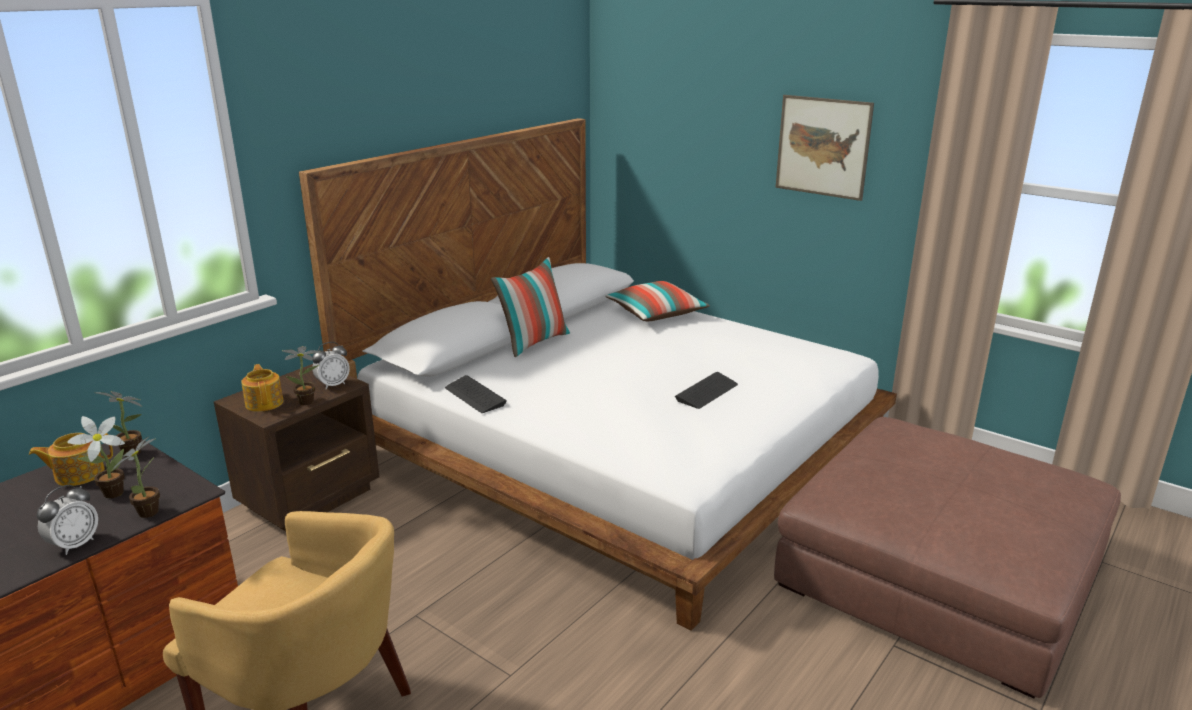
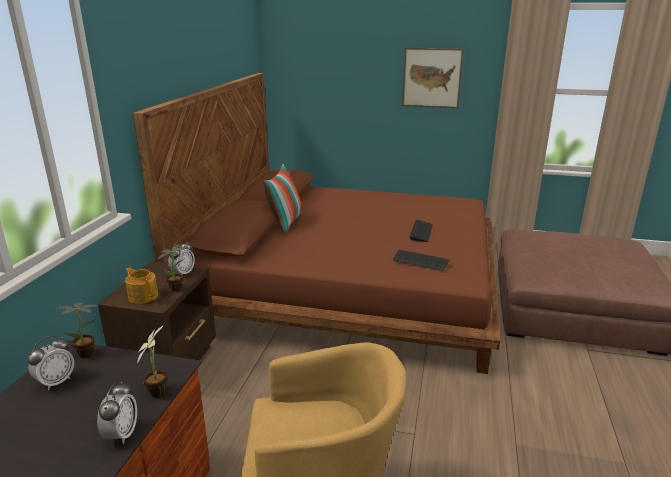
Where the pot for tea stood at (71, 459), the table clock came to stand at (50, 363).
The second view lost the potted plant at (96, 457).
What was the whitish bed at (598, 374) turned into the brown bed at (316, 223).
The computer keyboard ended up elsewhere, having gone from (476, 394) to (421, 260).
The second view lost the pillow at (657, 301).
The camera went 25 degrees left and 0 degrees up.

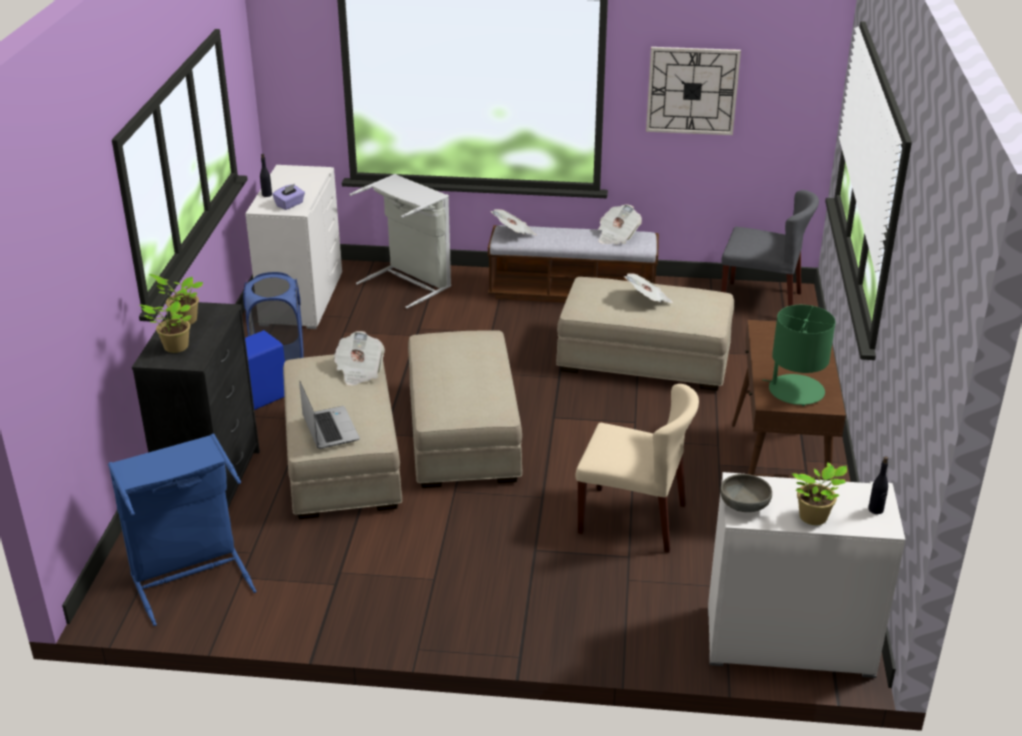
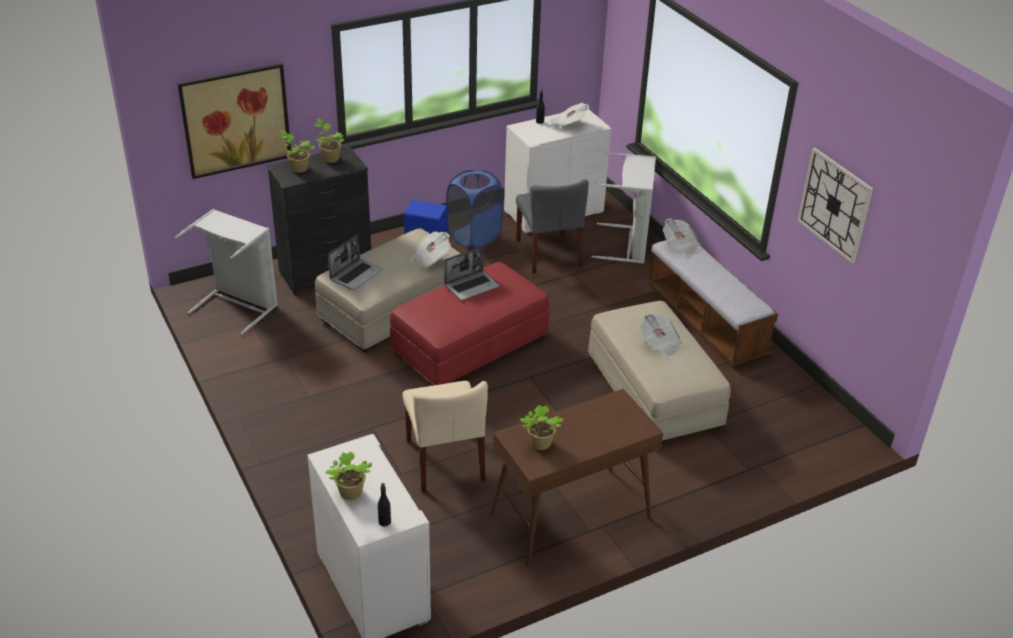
What was the blue-coloured hamper at (182, 530) turned into the gray hamper at (226, 271).
The second view lost the purple-coloured tissue box at (288, 197).
What was the beige pouffe at (465, 409) turned into the red pouffe at (469, 324).
The daily paper ended up elsewhere, having gone from (620, 224) to (569, 116).
The second view lost the gray serving bowl at (746, 493).
The gray upright chair ended up elsewhere, having gone from (770, 248) to (552, 226).
Where the green table lamp stood at (798, 355), the potted plant came to stand at (542, 427).
The second view gained the wall art at (234, 121).
The second view gained the portable computer at (472, 273).
The camera went 55 degrees right and 5 degrees up.

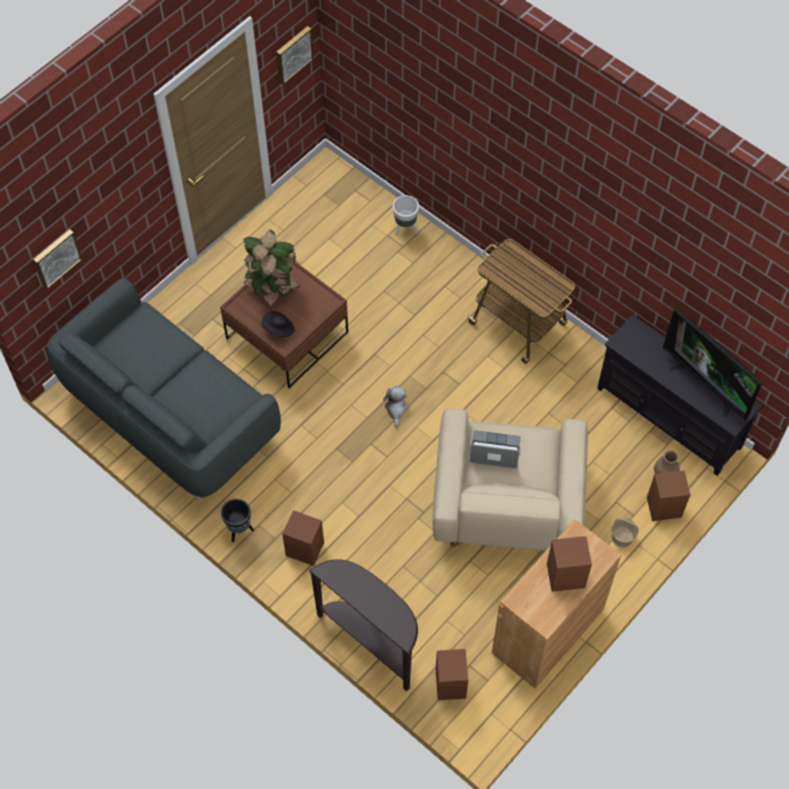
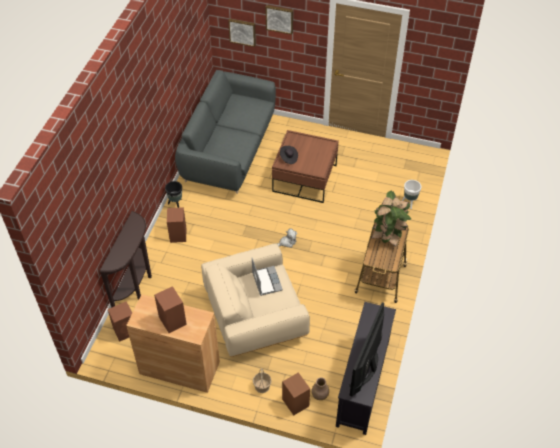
The potted plant ended up elsewhere, having gone from (271, 268) to (391, 219).
The wall art ended up elsewhere, having gone from (295, 55) to (279, 20).
The camera went 65 degrees right and 10 degrees down.

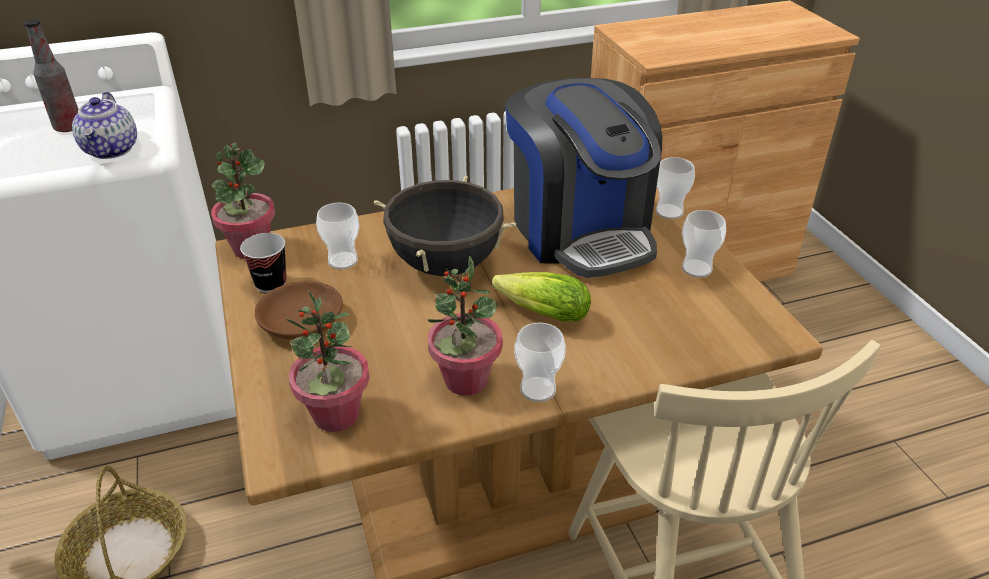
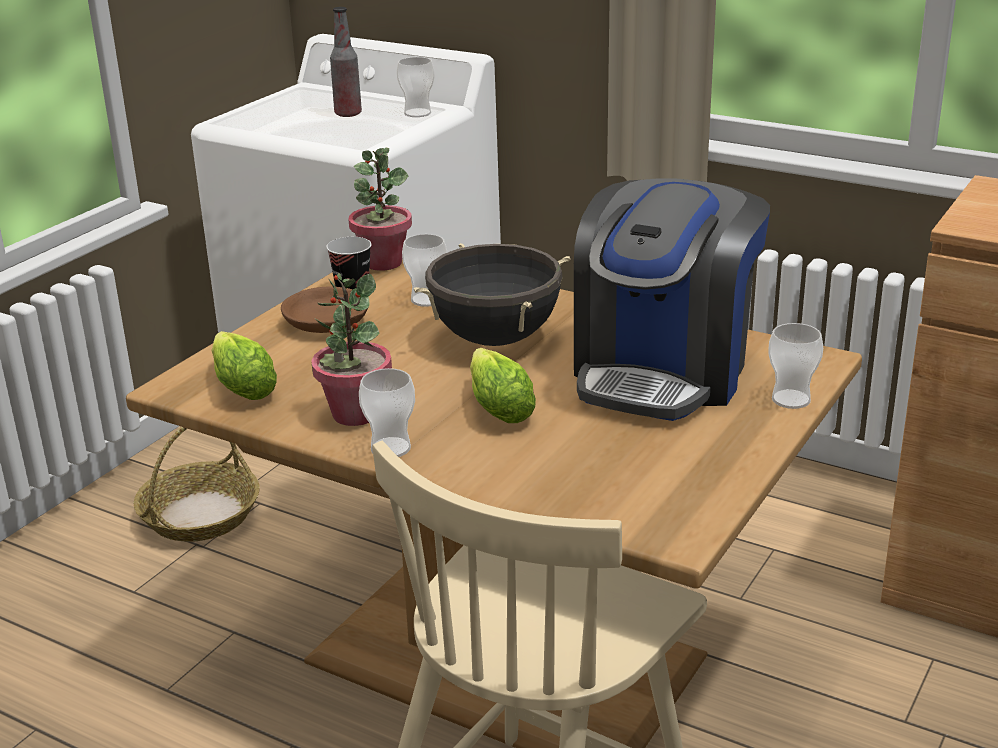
The second view lost the pot for tea at (104, 125).
Where the potted plant stood at (327, 360), the lettuce head came to stand at (244, 365).
The cup ended up elsewhere, having gone from (704, 244) to (416, 87).
The camera went 50 degrees right and 10 degrees down.

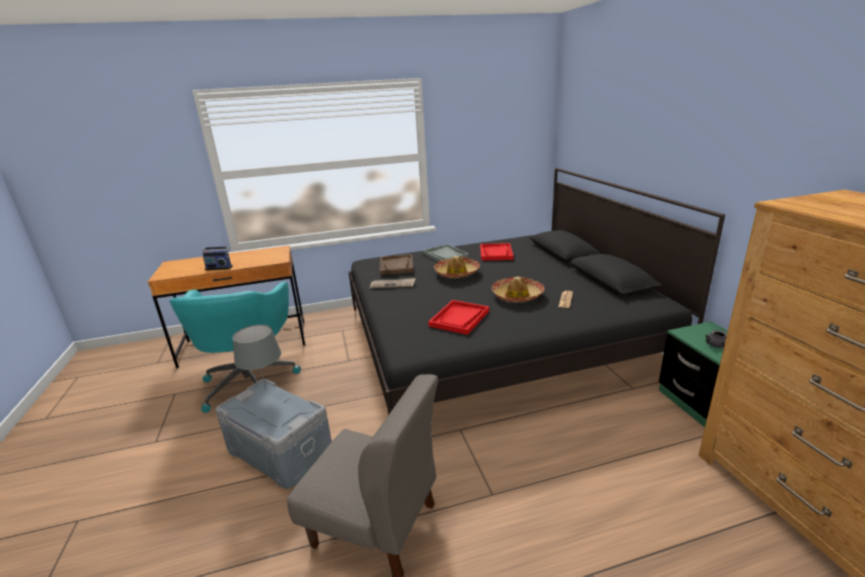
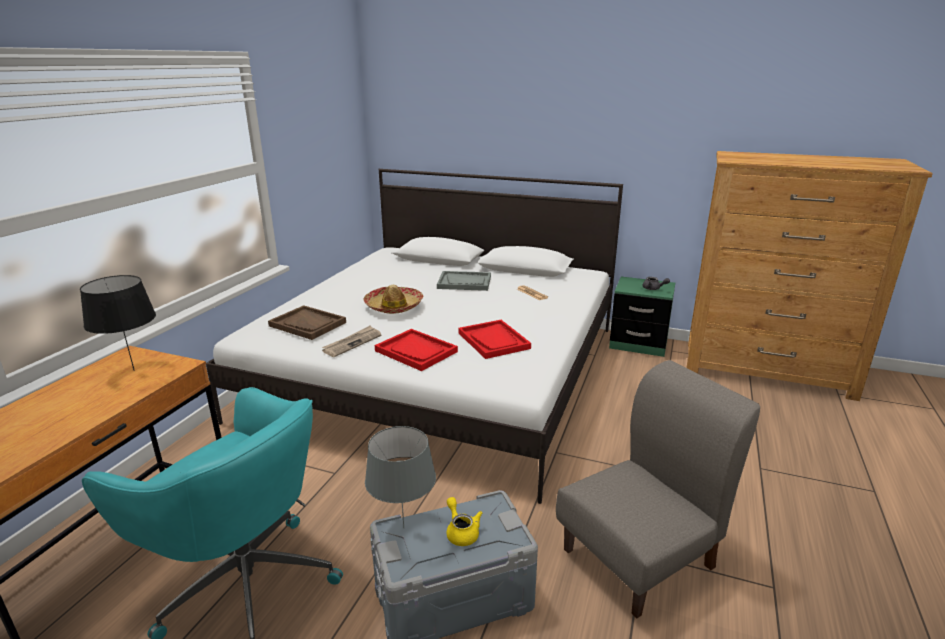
The second view lost the radio at (217, 253).
What was the black-coloured bed at (537, 291) turned into the whitish bed at (414, 336).
The gray carrying tray ended up elsewhere, having gone from (445, 253) to (464, 281).
The red carrying tray ended up elsewhere, having gone from (497, 252) to (416, 350).
The second view lost the hat at (518, 289).
The second view gained the black-coloured table lamp at (118, 323).
The second view gained the yellow-coloured pot for tea at (464, 521).
The camera went 55 degrees left and 0 degrees up.

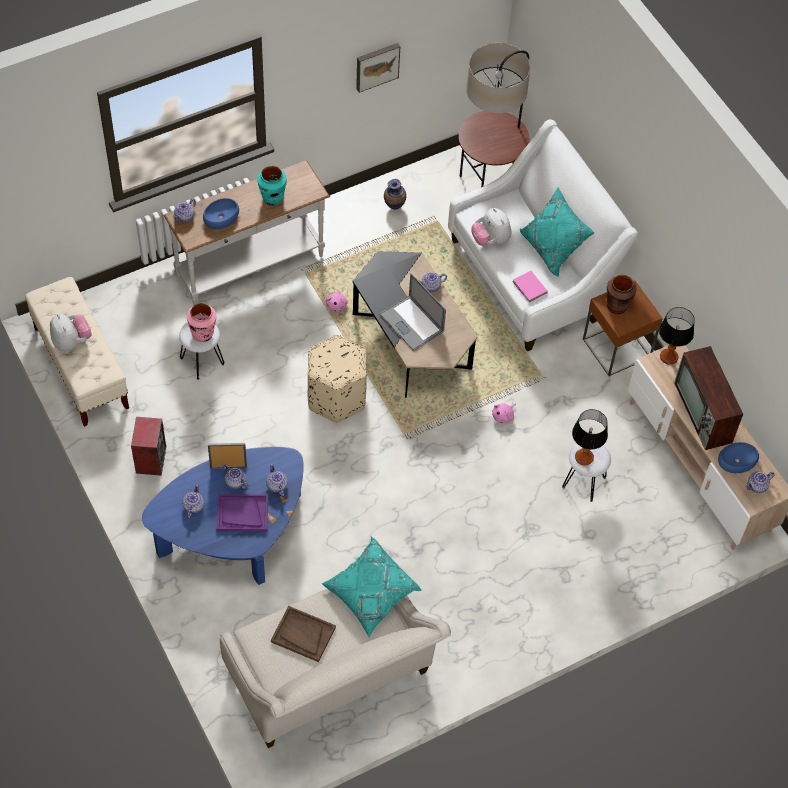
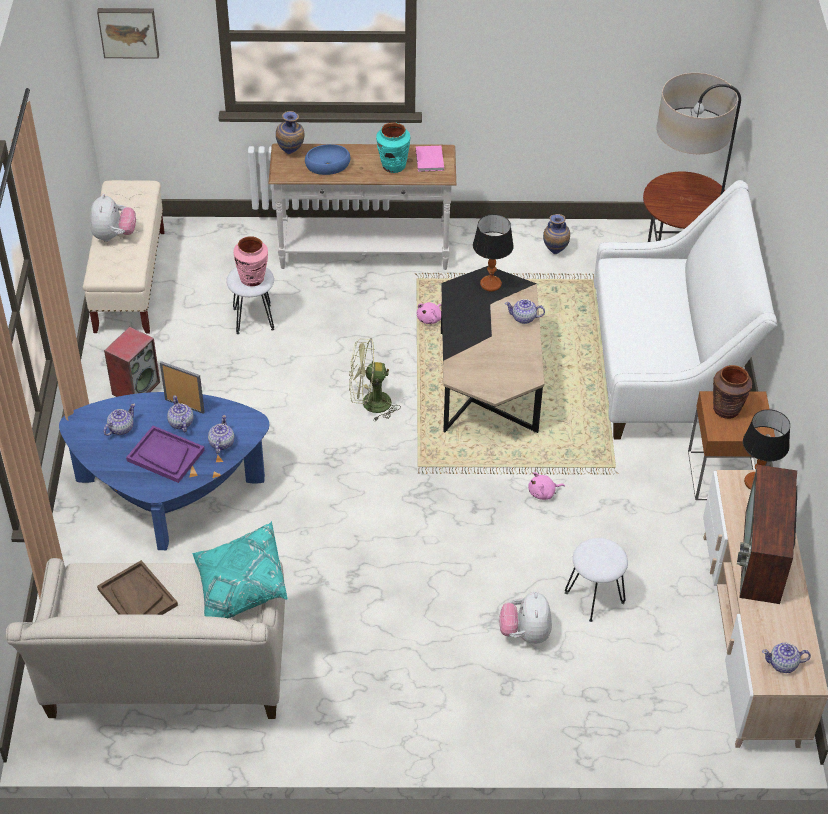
Where the pot for tea stood at (184, 210), the decorative vase came to stand at (290, 132).
Where the beige pouffe stood at (337, 379), the green cooling fan came to stand at (375, 379).
The wall art ended up elsewhere, having gone from (378, 68) to (128, 33).
The second view lost the portable computer at (413, 312).
The soft toy ended up elsewhere, having gone from (491, 227) to (526, 618).
The pink-coloured bound book ended up elsewhere, having gone from (530, 286) to (430, 159).
The second view lost the blue-green pillow at (557, 232).
The table lamp ended up elsewhere, having gone from (590, 437) to (493, 253).
The second view lost the blue-coloured serving bowl at (738, 457).
The camera went 30 degrees right and 10 degrees down.

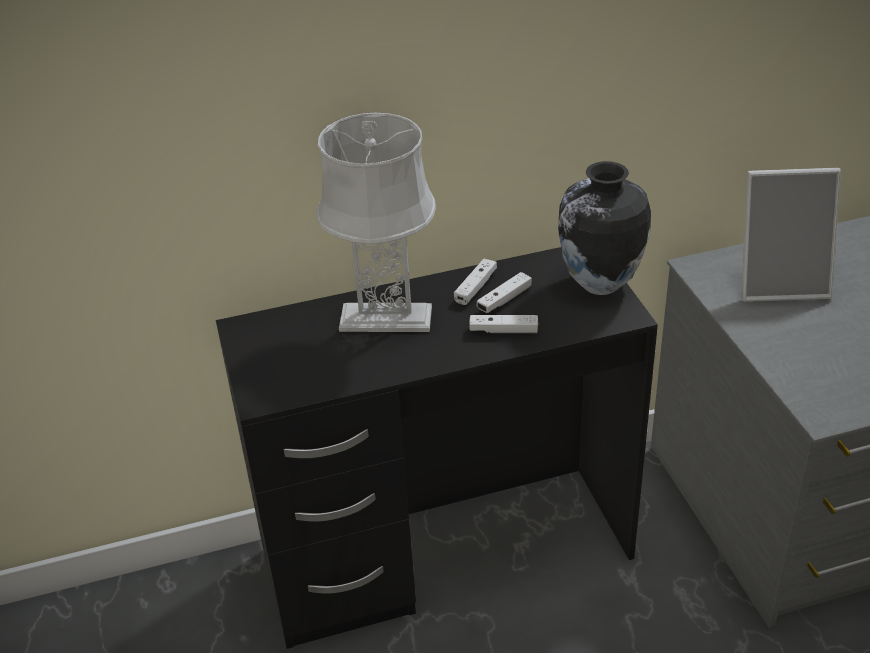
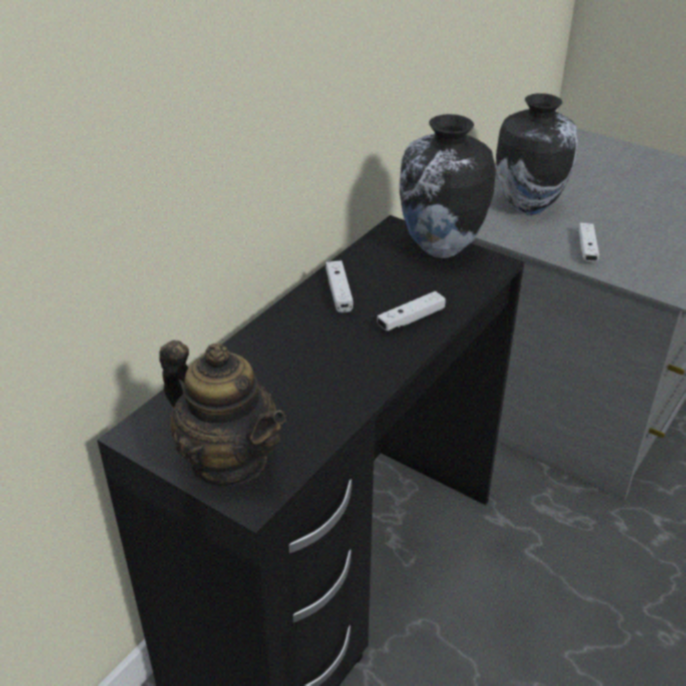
The second view lost the gray table lamp at (376, 222).
The whitish joypad ended up elsewhere, having gone from (504, 292) to (589, 242).
Where the picture frame stood at (791, 235), the decorative vase came to stand at (537, 154).
The second view gained the pot for tea at (222, 413).
The camera went 40 degrees left and 0 degrees up.

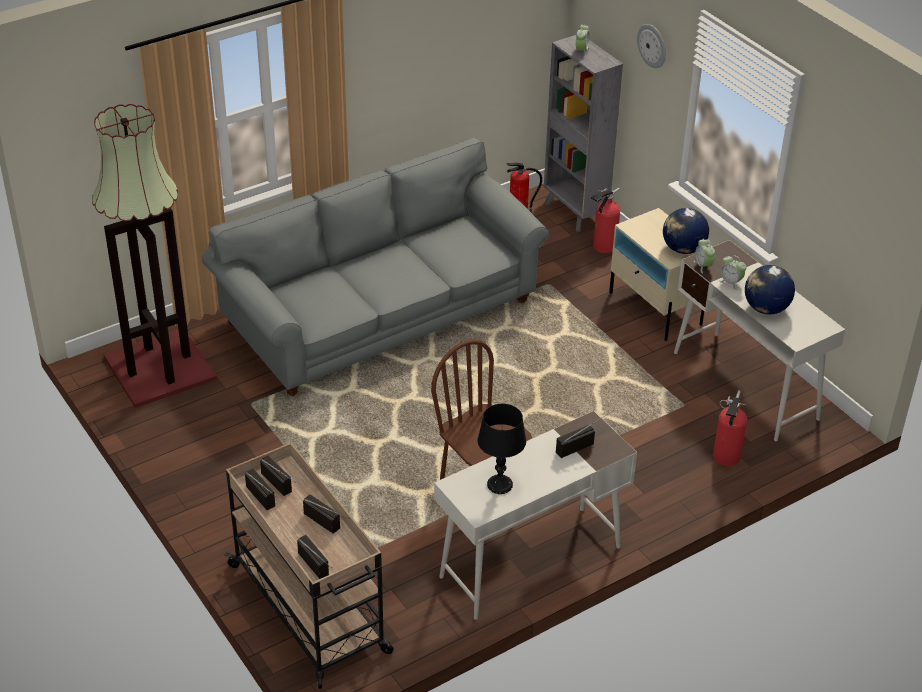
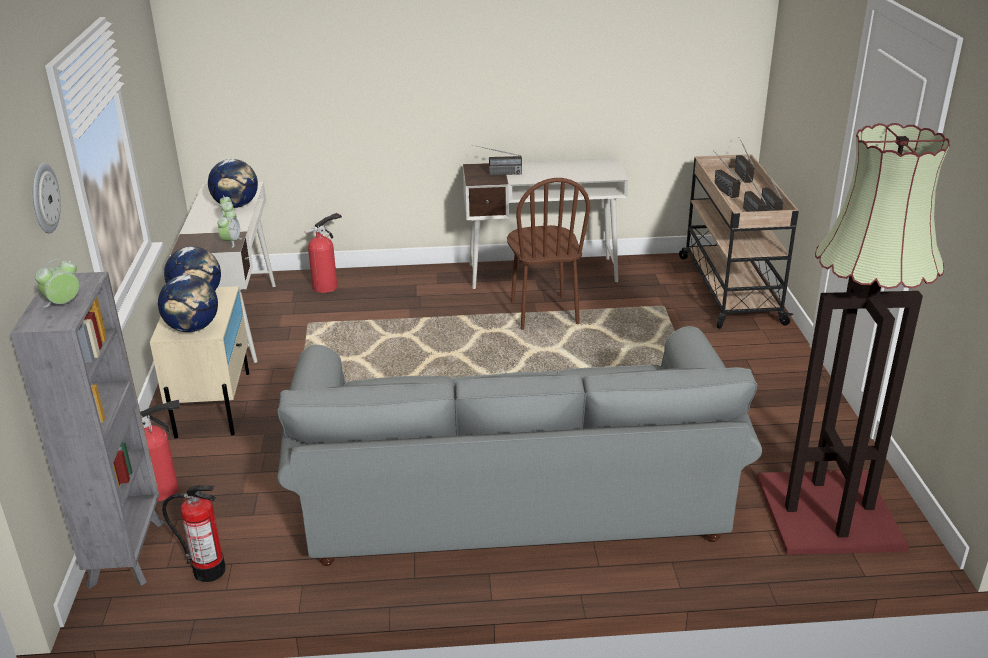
The second view lost the black-coloured table lamp at (501, 449).
The second view gained the globe at (188, 303).
The camera went 150 degrees left and 10 degrees down.

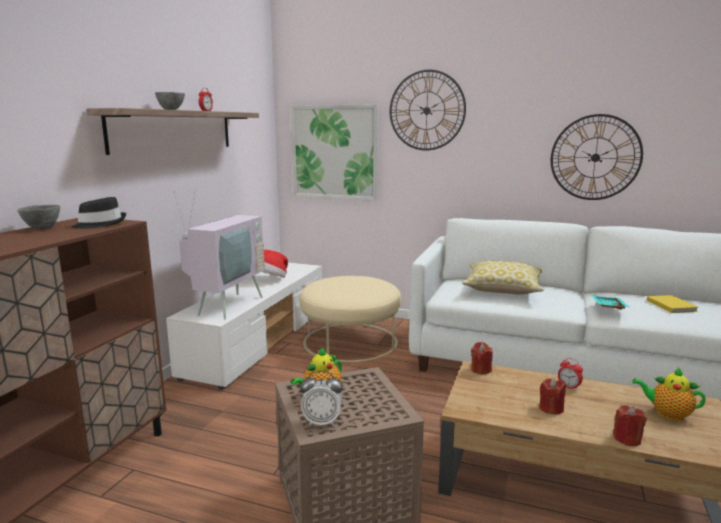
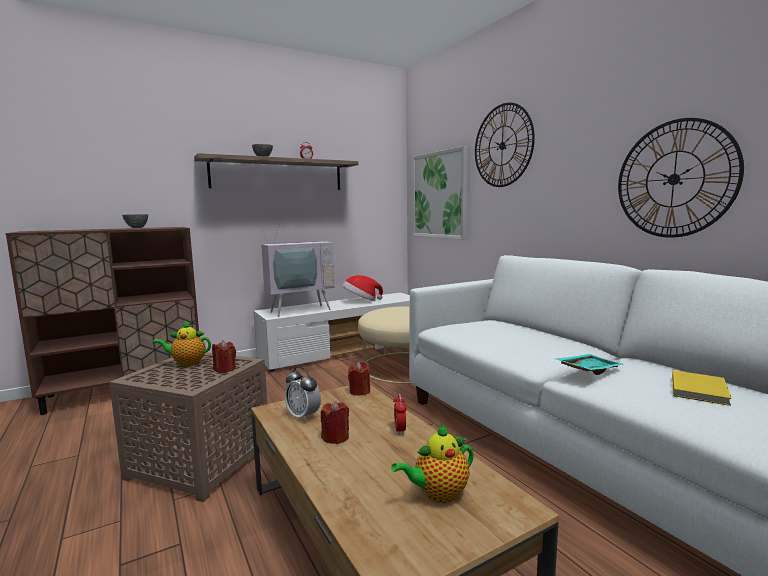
The second view lost the black-coloured hat at (98, 213).
The table clock ended up elsewhere, having gone from (321, 398) to (302, 394).
The second view lost the pillow at (503, 277).
The red candle ended up elsewhere, having gone from (630, 425) to (224, 356).
The pot for tea at (669, 394) ended up facing another way, 90 degrees counterclockwise from before.
The camera went 40 degrees right and 5 degrees down.

